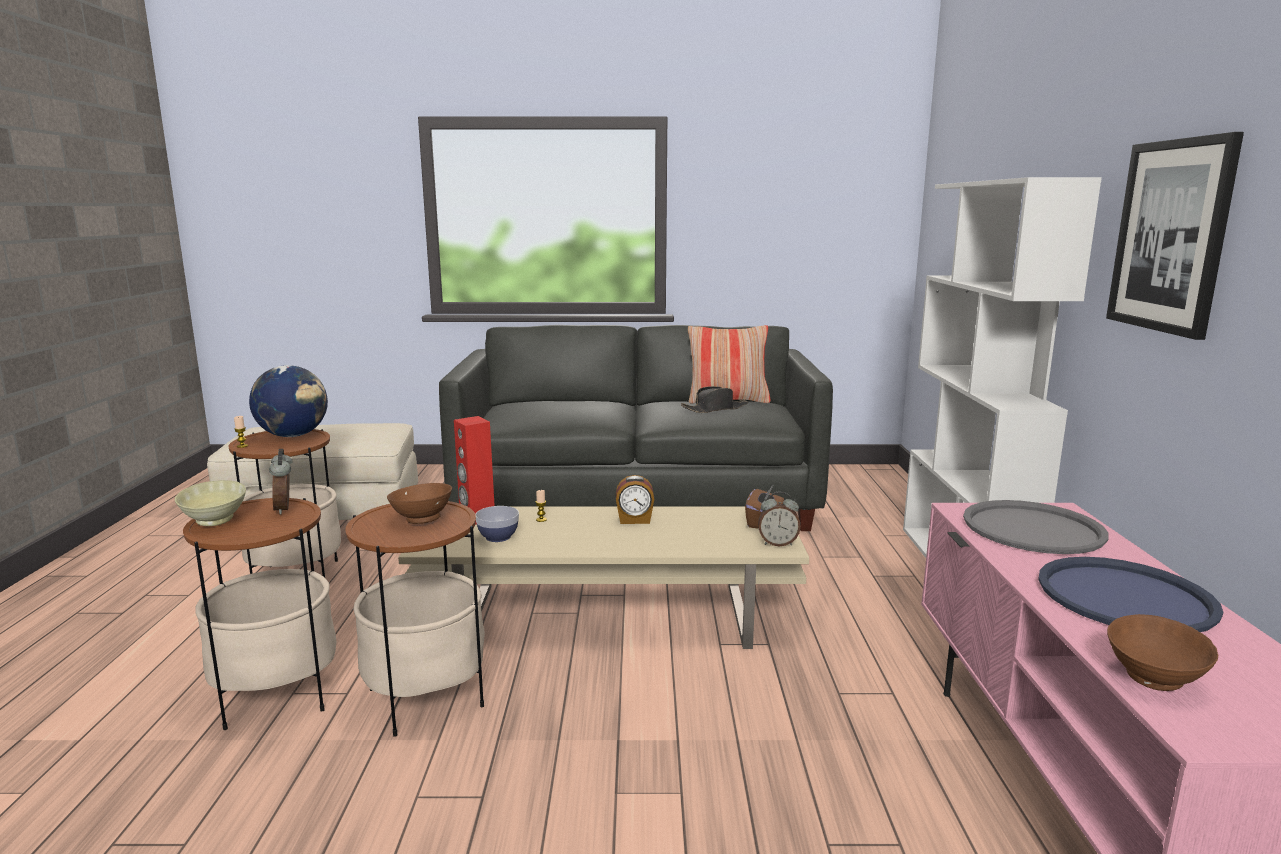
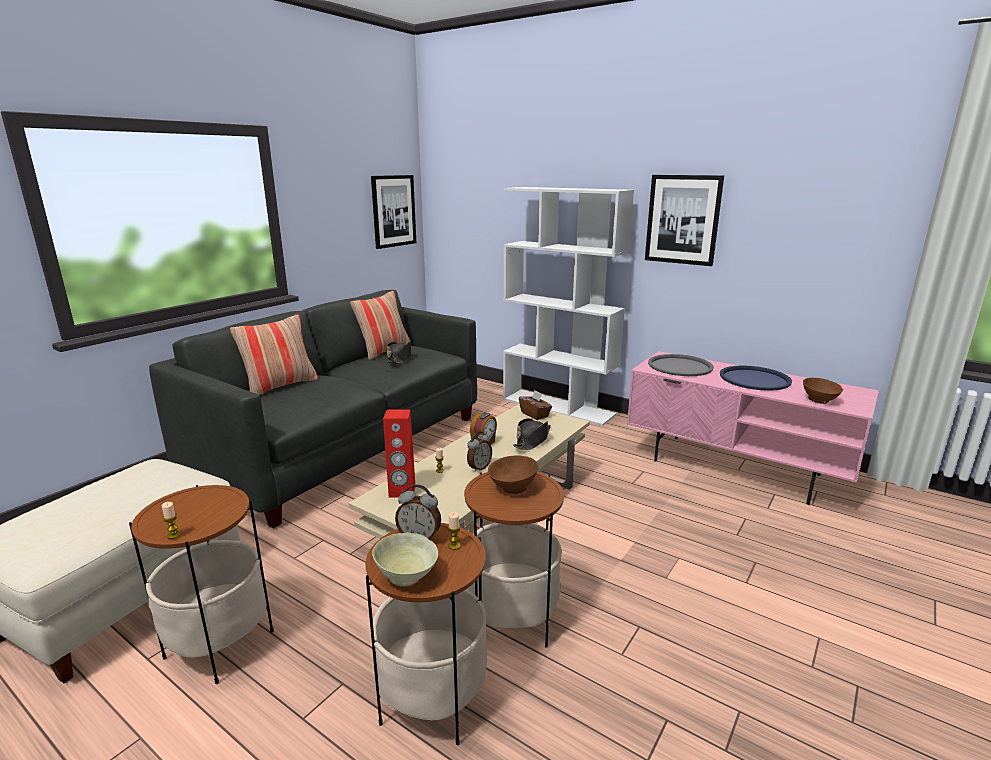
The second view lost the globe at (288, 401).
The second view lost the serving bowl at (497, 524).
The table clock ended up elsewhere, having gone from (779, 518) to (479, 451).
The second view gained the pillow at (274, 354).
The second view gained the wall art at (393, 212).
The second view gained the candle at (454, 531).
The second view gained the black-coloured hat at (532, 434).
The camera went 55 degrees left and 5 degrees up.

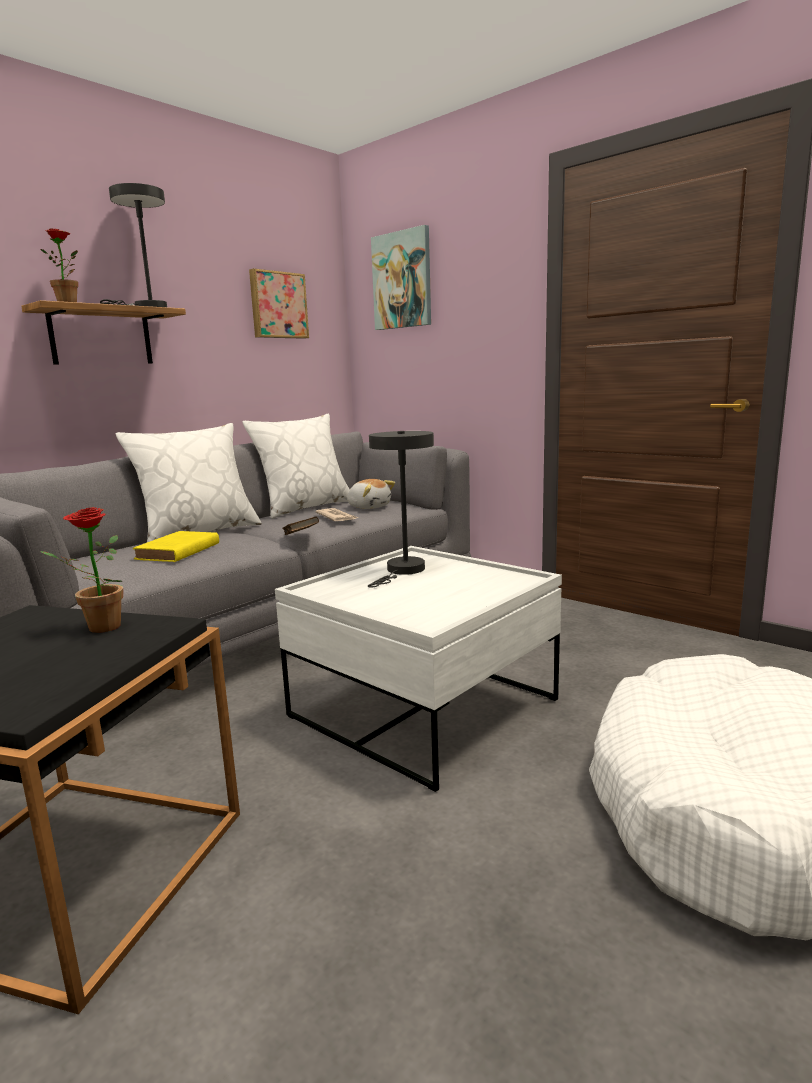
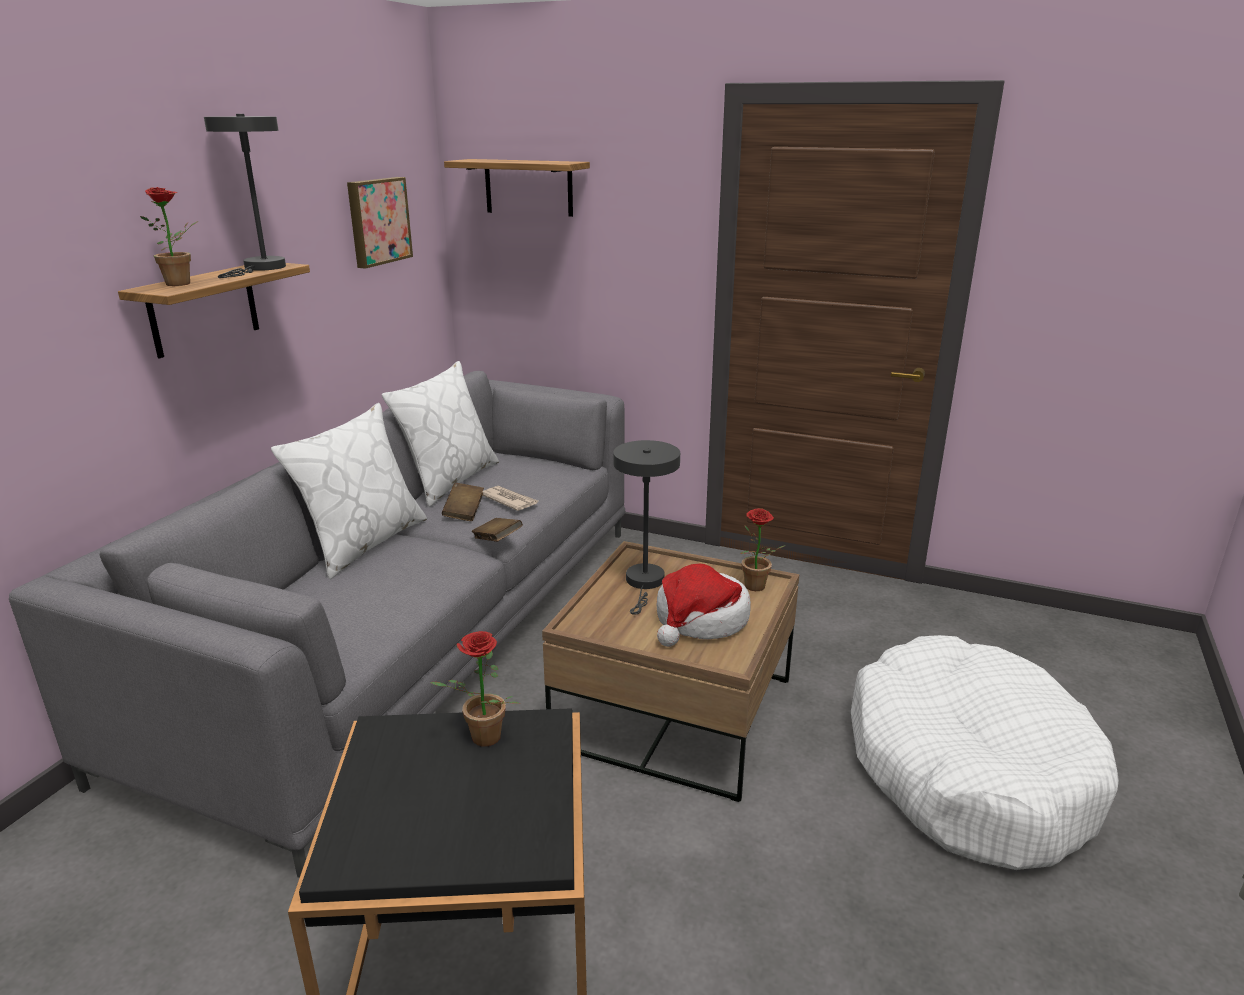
The second view lost the yellow-coloured bound book at (176, 546).
What was the whitish low table at (418, 669) turned into the brown low table at (670, 671).
The second view lost the soft toy at (371, 494).
Where the wall art hung at (401, 277), the bracket shelf came to hang at (517, 188).
The second view gained the brown bound book at (463, 502).
The second view gained the hat at (703, 605).
The second view gained the potted plant at (763, 549).
The camera went 20 degrees left and 10 degrees up.

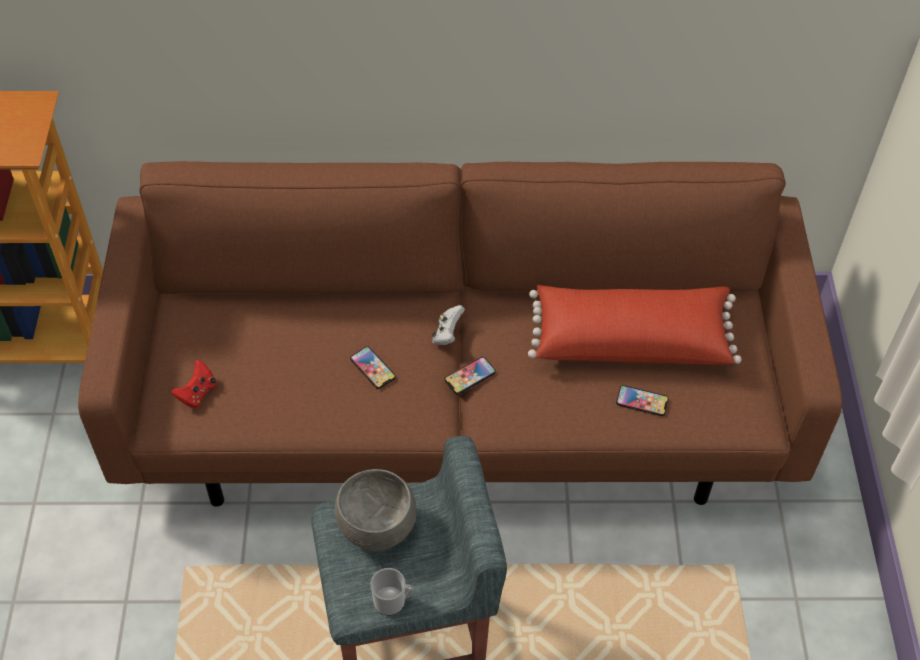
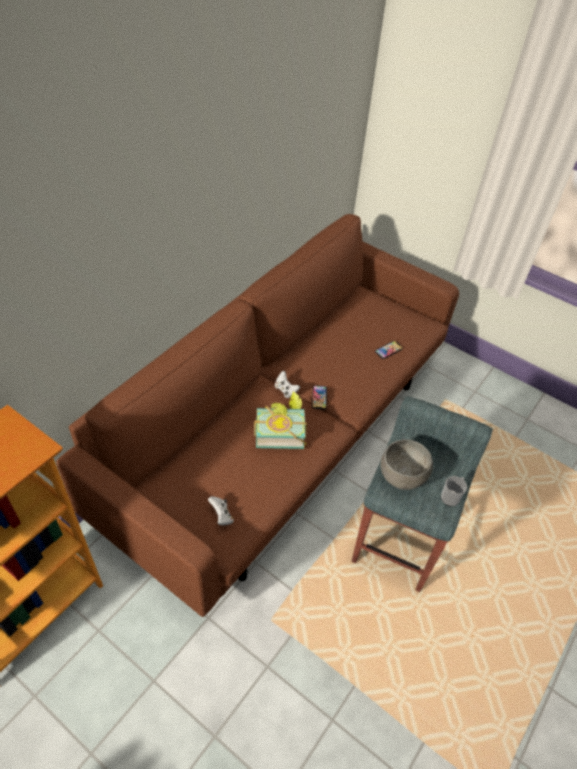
What was the red joypad at (193, 384) turned into the whitish joypad at (221, 510).
Where the handset stood at (373, 367), the bound book came to stand at (280, 420).
The second view lost the red pillow at (634, 325).
The camera went 55 degrees left and 5 degrees down.

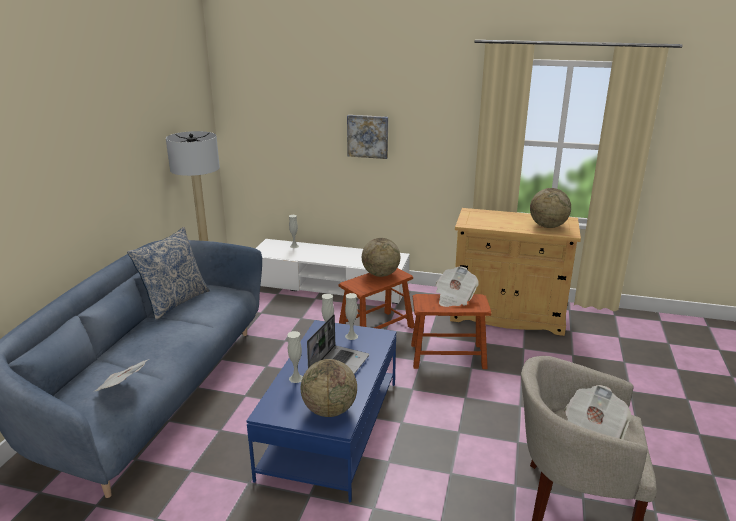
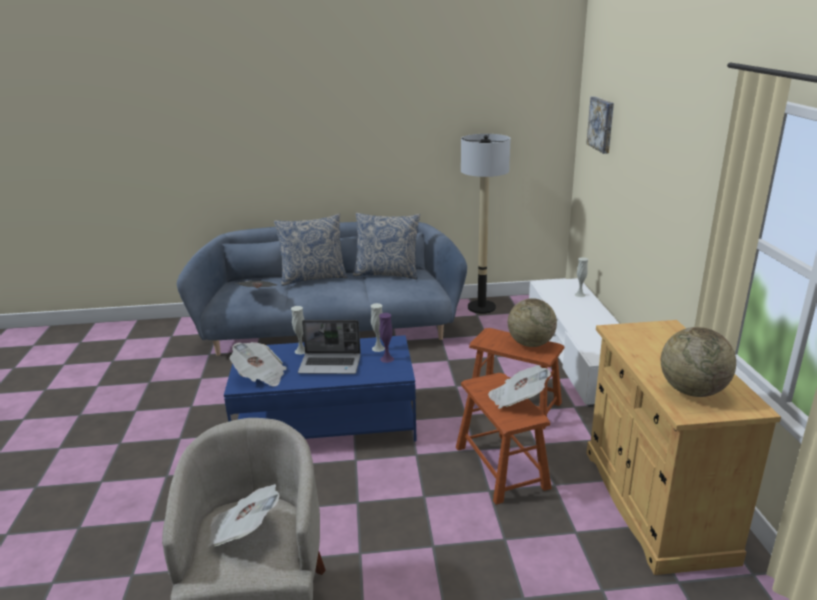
Where the globe stood at (329, 388), the daily paper came to stand at (257, 364).
What was the whitish decorative vase at (351, 316) turned into the purple-coloured decorative vase at (386, 338).
The wall art ended up elsewhere, having gone from (367, 137) to (600, 125).
The second view gained the pillow at (311, 250).
The camera went 70 degrees right and 0 degrees up.

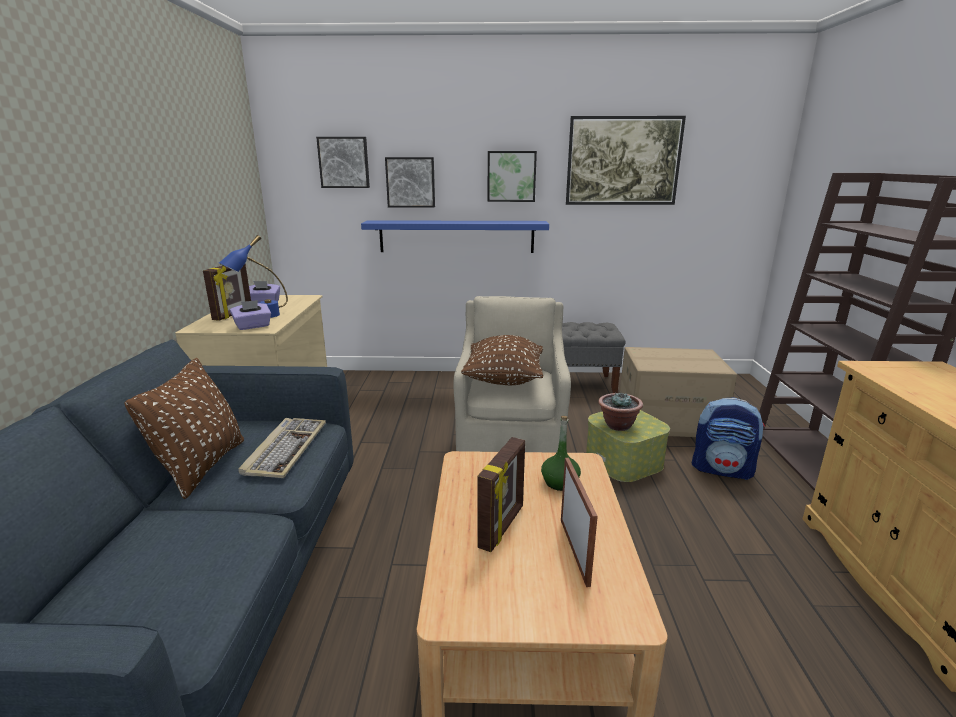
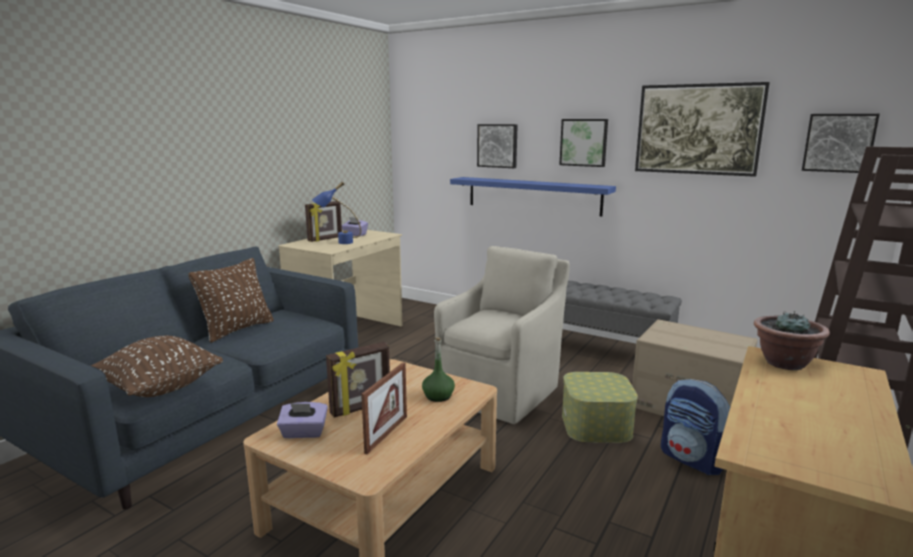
The purple-coloured tissue box ended up elsewhere, having gone from (250, 315) to (302, 420).
The second view lost the computer keyboard at (282, 448).
The wall art ended up elsewhere, having gone from (343, 162) to (841, 143).
The brown pillow ended up elsewhere, having gone from (502, 360) to (157, 366).
The potted plant ended up elsewhere, having gone from (620, 412) to (792, 340).
The camera went 30 degrees right and 5 degrees down.

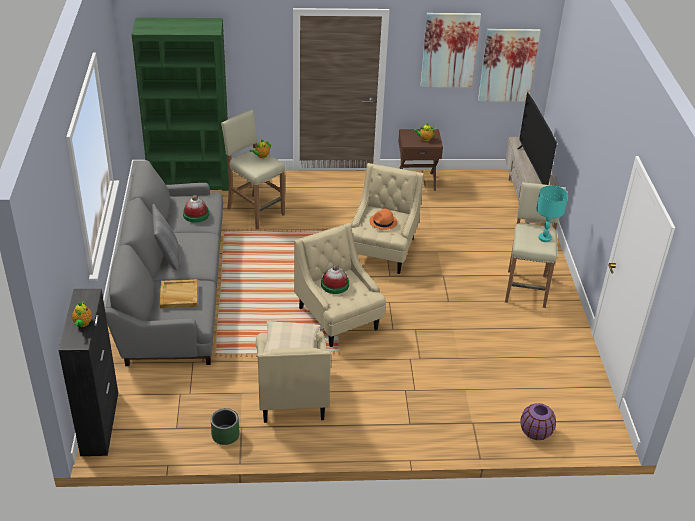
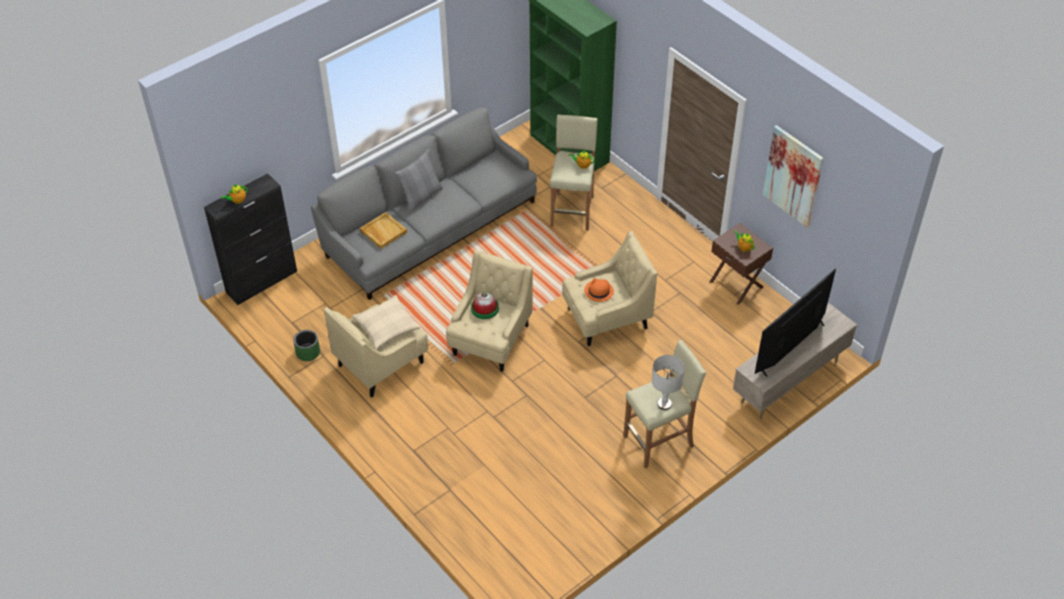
The second view lost the hat at (196, 209).
The second view lost the wall art at (509, 65).
The second view lost the purple-coloured decorative vase at (538, 421).
What was the blue-green table lamp at (552, 213) turned into the gray table lamp at (668, 382).
The camera went 55 degrees right and 10 degrees up.

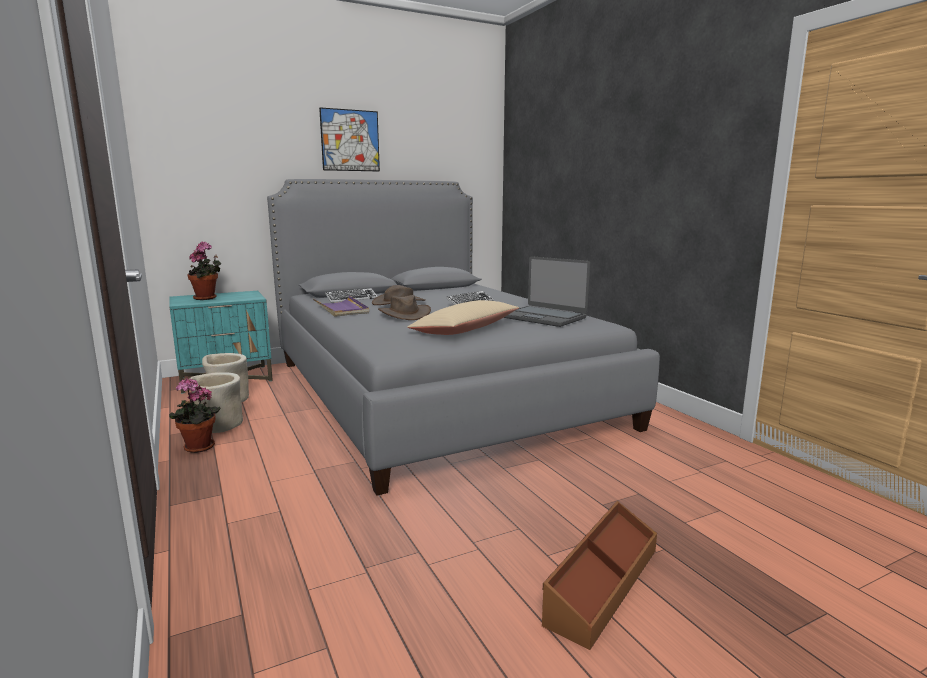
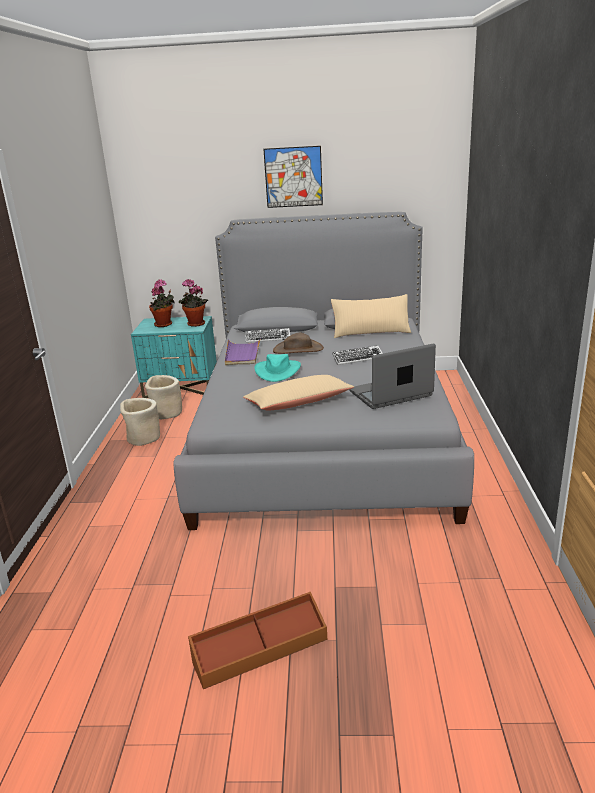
The potted plant ended up elsewhere, having gone from (195, 415) to (193, 303).
What was the brown hat at (404, 307) turned into the blue-green hat at (278, 368).
The portable computer at (547, 291) ended up facing another way, 90 degrees clockwise from before.
The second view gained the beige pillow at (371, 316).
The camera went 30 degrees right and 10 degrees up.

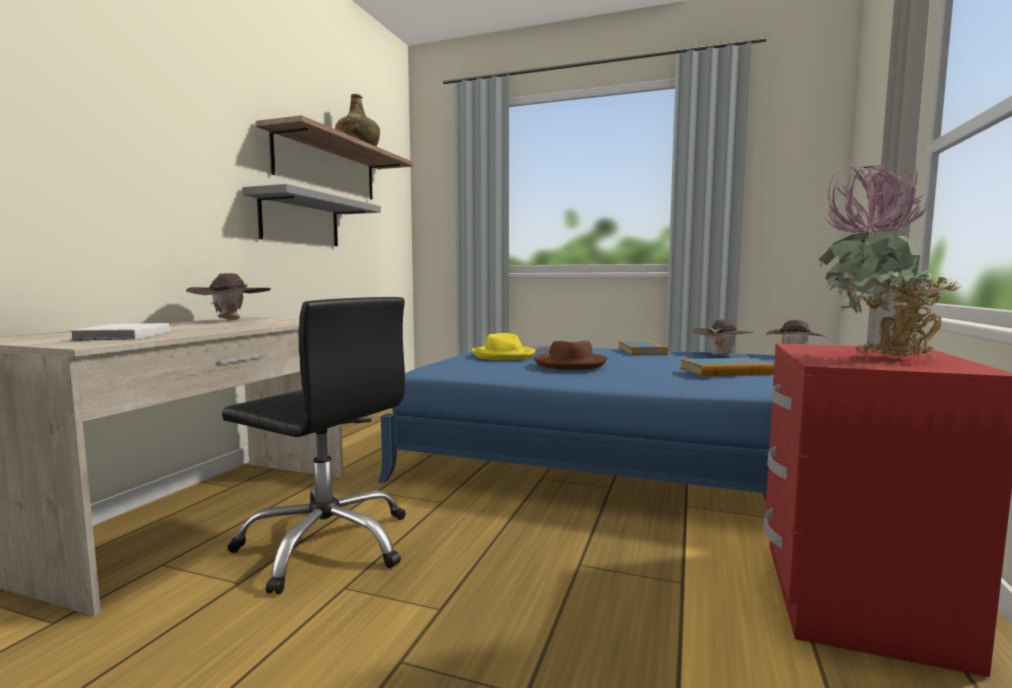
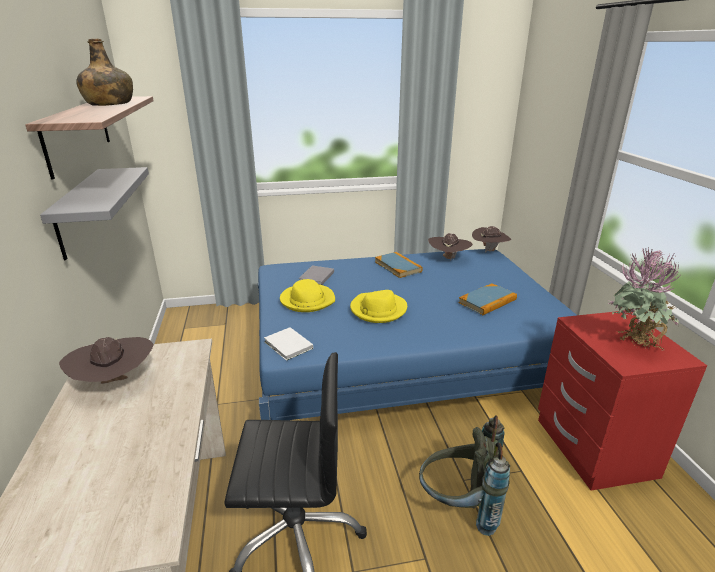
The whitish bound book ended up elsewhere, having gone from (119, 332) to (288, 344).
What was the brown hat at (570, 355) turned into the yellow-coloured hat at (378, 306).
The second view gained the gray knapsack at (464, 476).
The camera went 30 degrees left and 20 degrees up.

